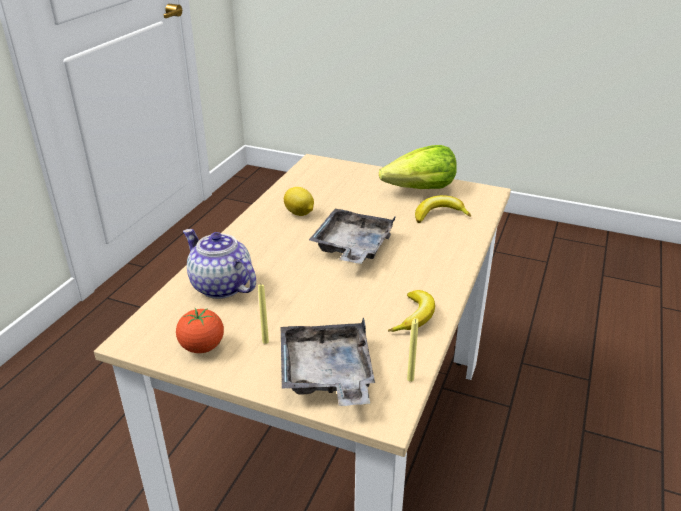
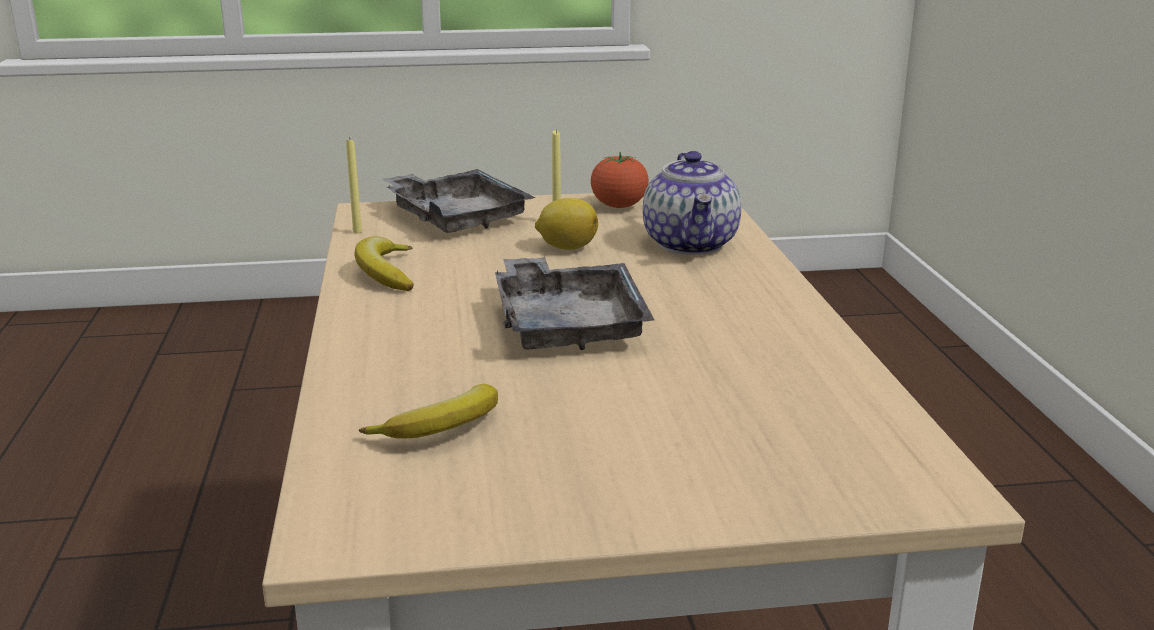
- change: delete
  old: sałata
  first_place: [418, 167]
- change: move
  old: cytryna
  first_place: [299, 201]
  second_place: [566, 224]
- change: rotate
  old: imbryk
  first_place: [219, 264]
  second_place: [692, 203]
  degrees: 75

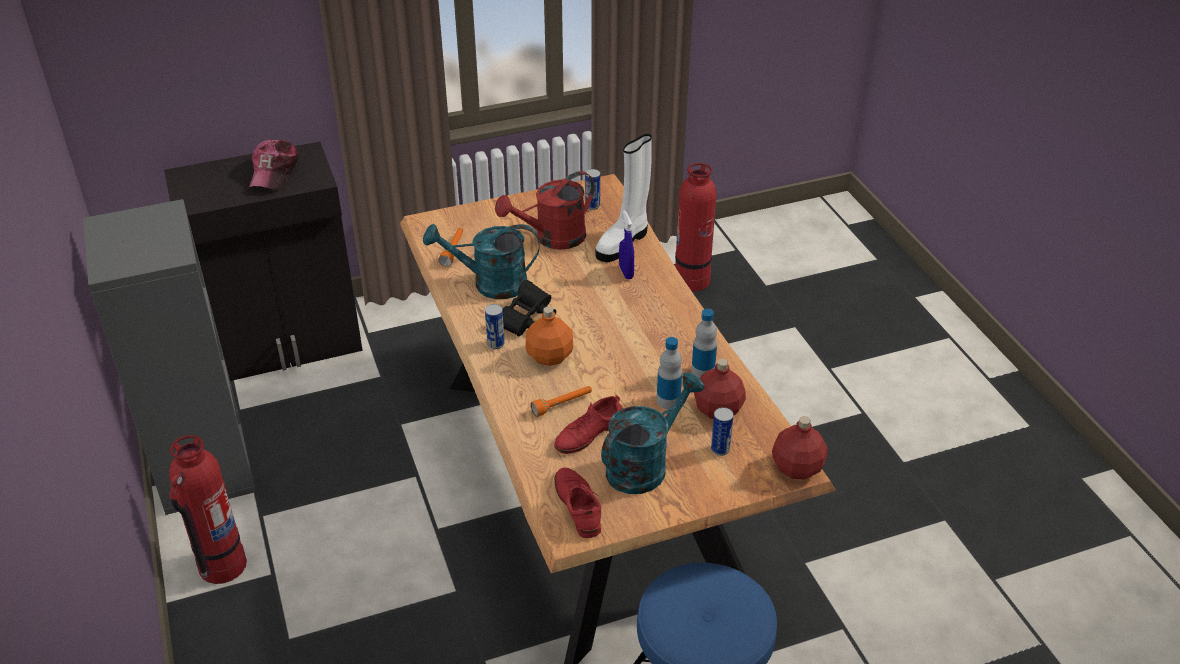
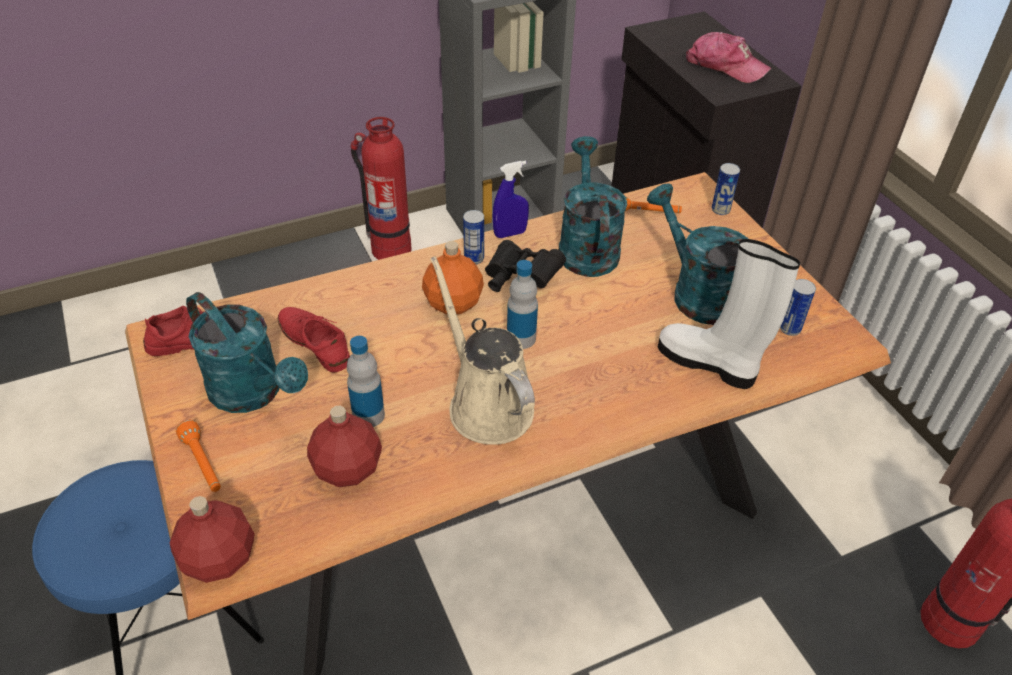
- change: insert
  new: konewka/beżowy
  second_place: [482, 350]
- change: move
  old: latarka/pomarańczowy
  first_place: [561, 401]
  second_place: [198, 456]
- change: move
  old: spryskiwacz/niebieski
  first_place: [626, 244]
  second_place: [511, 199]
- change: move
  old: butelka
  first_place: [704, 344]
  second_place: [522, 304]
- change: move
  old: puszka
  first_place: [722, 431]
  second_place: [725, 189]
- change: recolor
  old: konewka/czerwony
  new: konewka/turkusowy
  first_place: [545, 210]
  second_place: [697, 254]
- change: rotate
  old: czapka z daszkiem
  first_place: [273, 165]
  second_place: [728, 57]
  degrees: -150

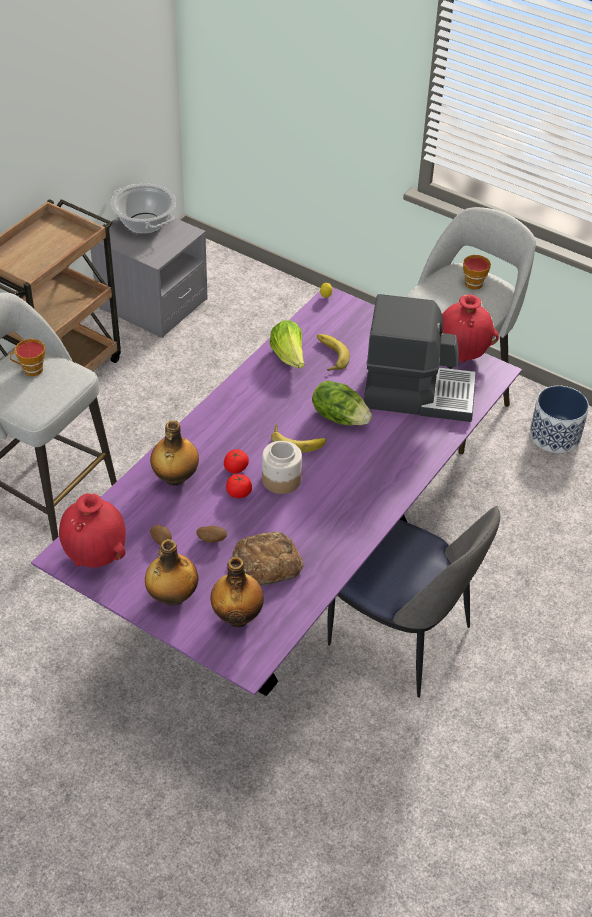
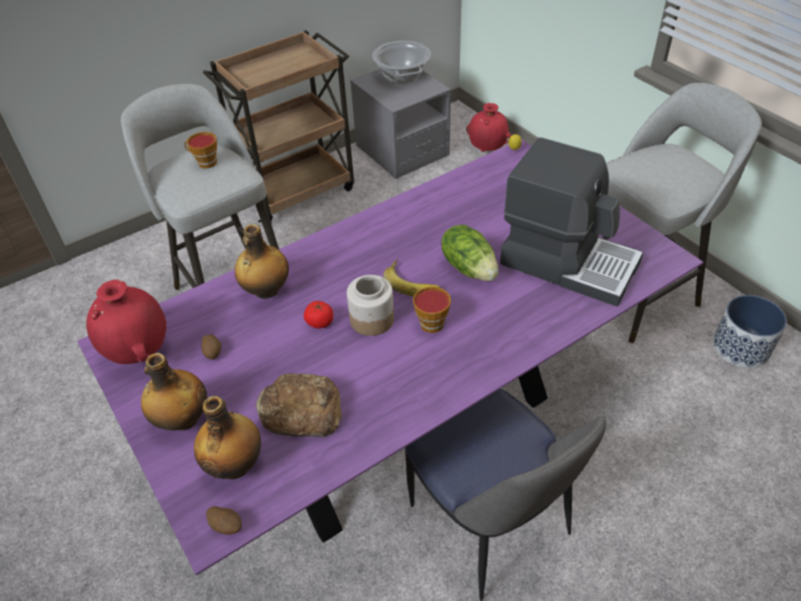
- change: delete
  old: pomidor
  first_place: [236, 461]
- change: delete
  old: sałata
  first_place: [287, 344]
- change: delete
  old: banan
  first_place: [333, 352]
- change: move
  old: ziemniak
  first_place: [211, 534]
  second_place: [224, 520]
- change: move
  old: wazon/czerwony
  first_place: [470, 328]
  second_place: [488, 127]
- change: move
  old: filiżanka
  first_place: [477, 272]
  second_place: [432, 309]

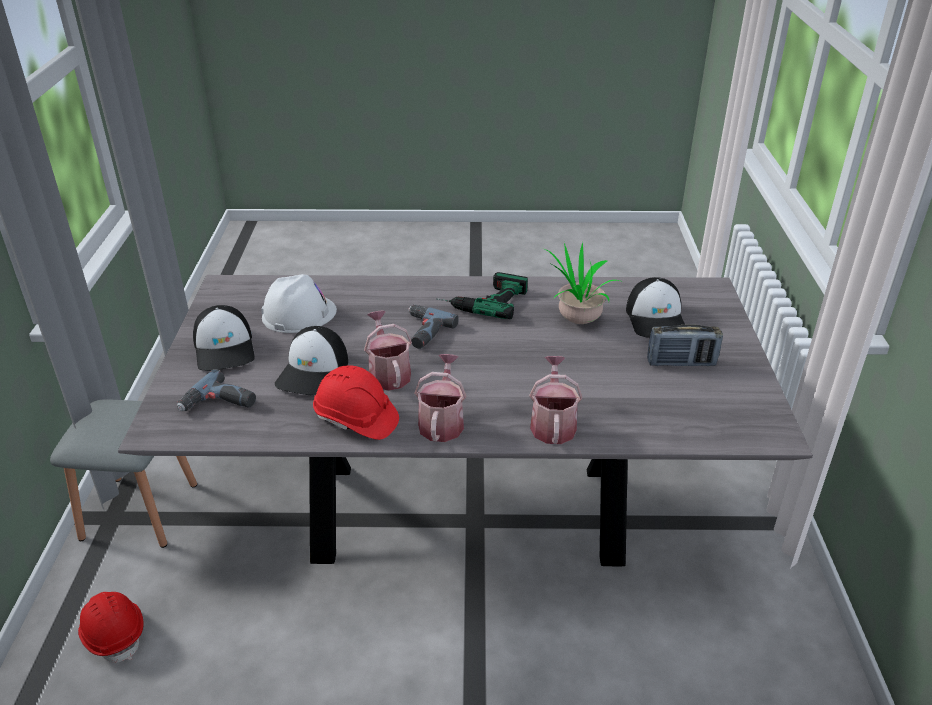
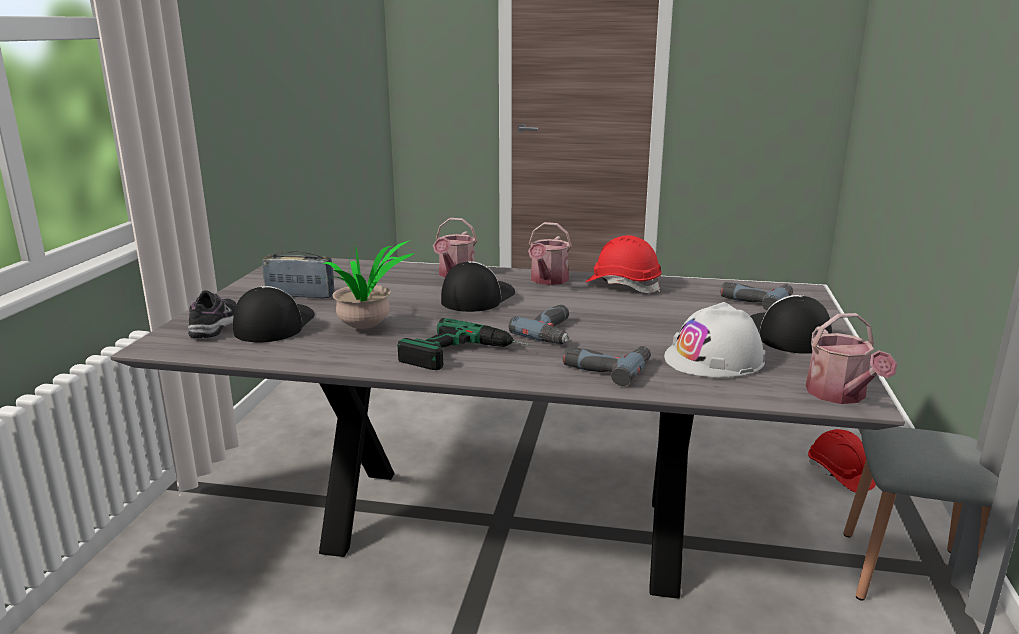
- change: insert
  new: but
  second_place: [212, 314]
- change: insert
  new: wiertarka
  second_place: [607, 366]
- change: move
  old: czapka z daszkiem
  first_place: [311, 360]
  second_place: [478, 286]
- change: move
  old: konewka
  first_place: [388, 350]
  second_place: [851, 358]

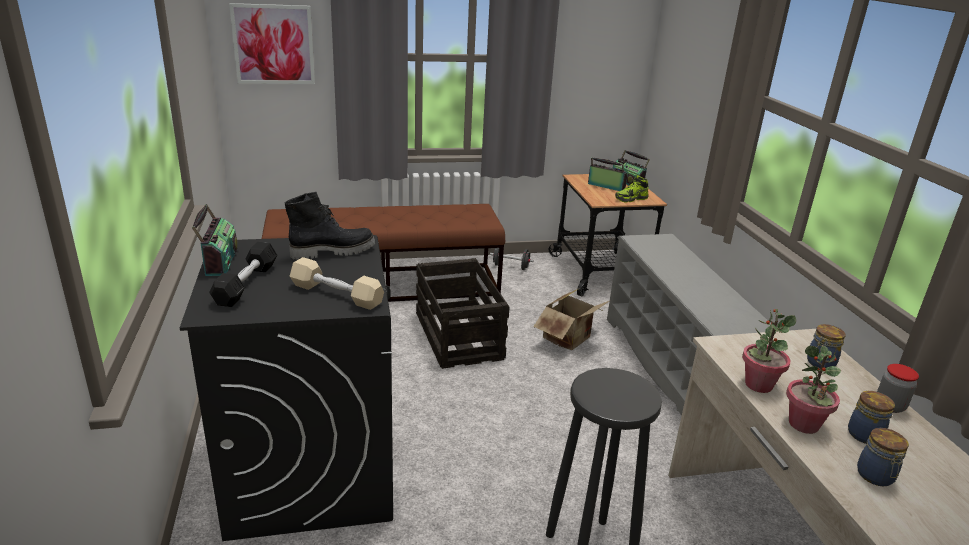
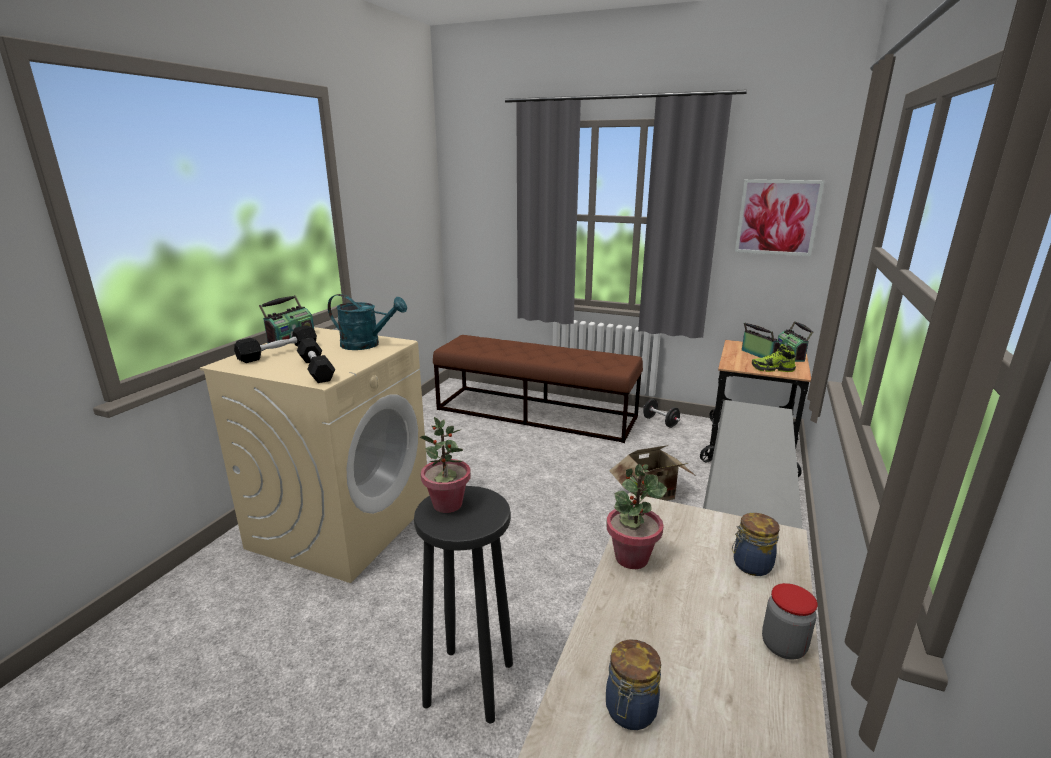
- change: delete
  old: skrzynka
  first_place: [463, 313]
- change: delete
  old: słoik
  first_place: [871, 417]
- change: move
  old: obraz
  first_place: [272, 43]
  second_place: [780, 217]
- change: move
  old: roślina doniczkowa
  first_place: [813, 390]
  second_place: [445, 465]
- change: replace
  old: but z cholewką/czarny
  new: konewka/turkusowy
  first_place: [330, 226]
  second_place: [367, 322]
- change: recolor
  old: pralka/czarny
  new: pralka/beżowy
  first_place: [286, 388]
  second_place: [314, 455]
- change: recolor
  old: hantel/beżowy
  new: hantel/czarny
  first_place: [337, 283]
  second_place: [316, 360]

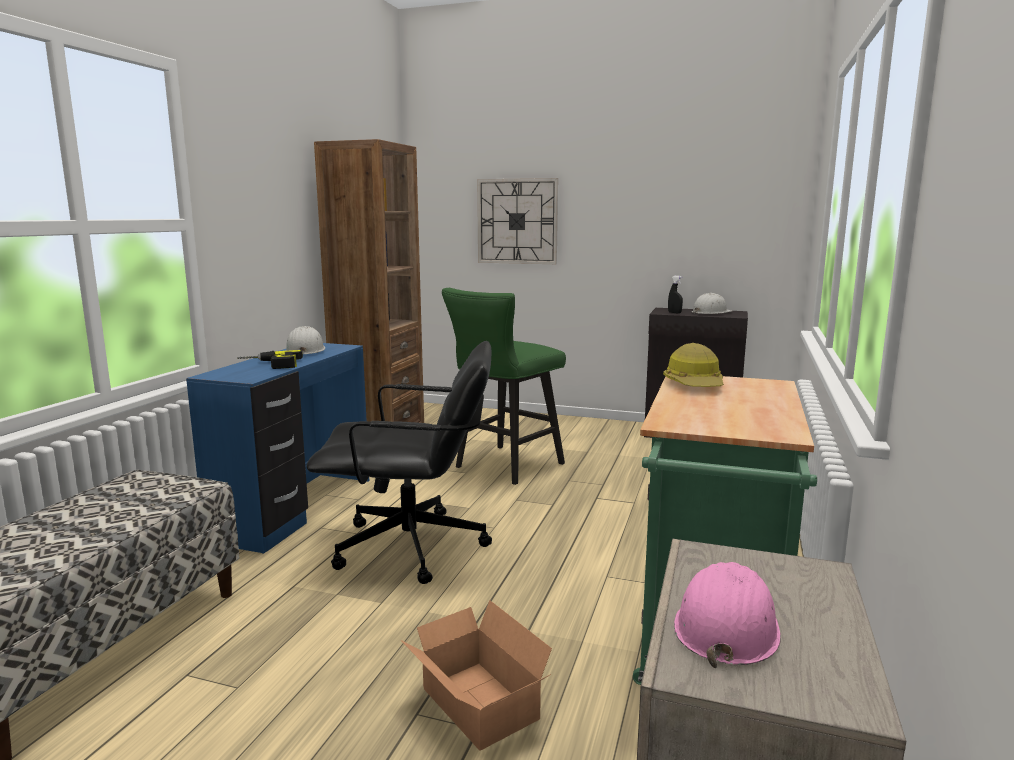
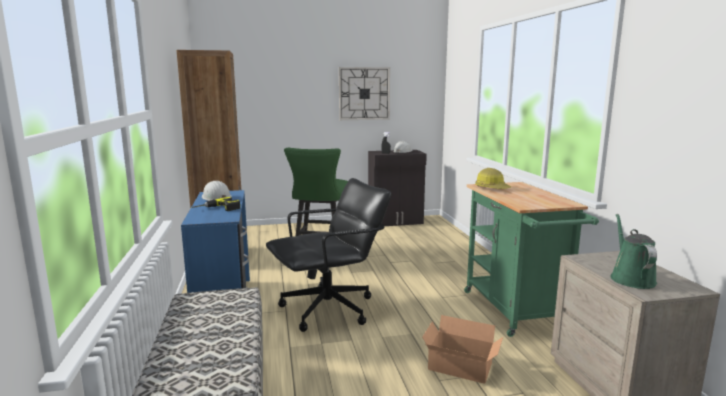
- change: move
  old: zegar ścienny
  first_place: [517, 221]
  second_place: [364, 93]
- change: replace
  old: kask/różowy
  new: konewka/zielony
  first_place: [727, 615]
  second_place: [633, 251]

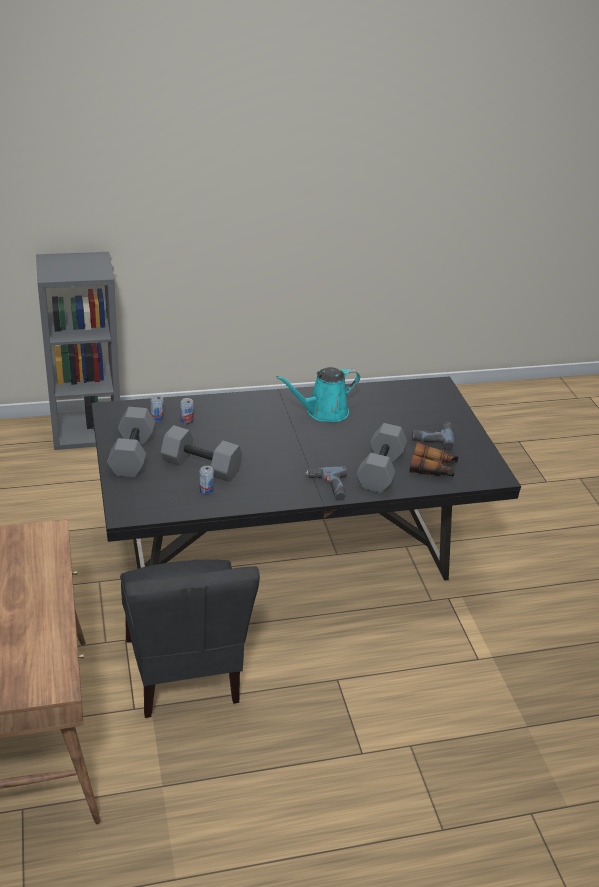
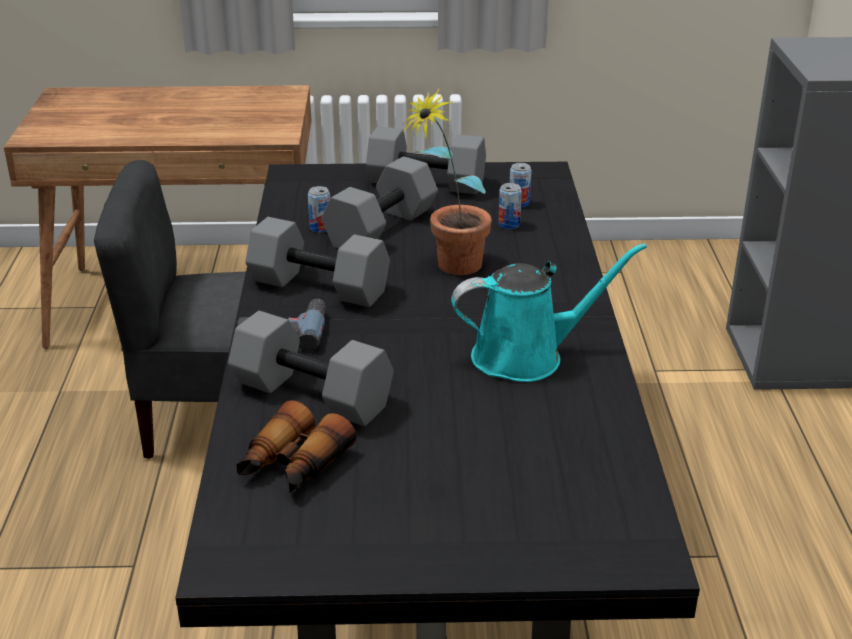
- change: delete
  old: wiertarka
  first_place: [433, 436]
- change: insert
  new: hantel/szary
  second_place: [318, 262]
- change: insert
  new: roślina doniczkowa
  second_place: [447, 181]
- change: rotate
  old: konewka/turkusowy
  first_place: [318, 394]
  second_place: [549, 312]
  degrees: 90

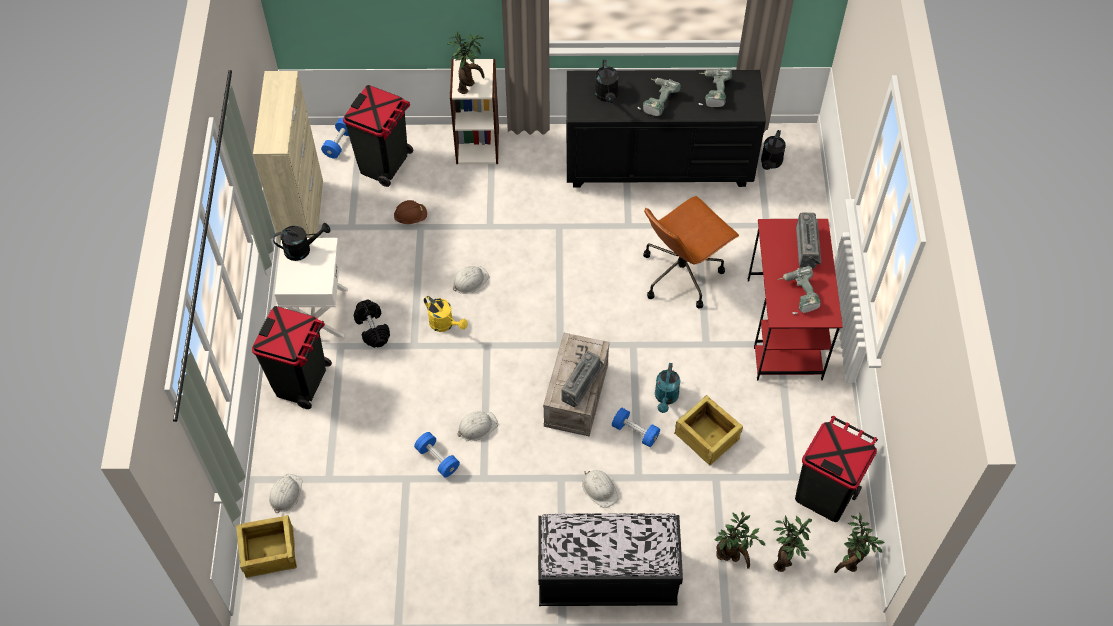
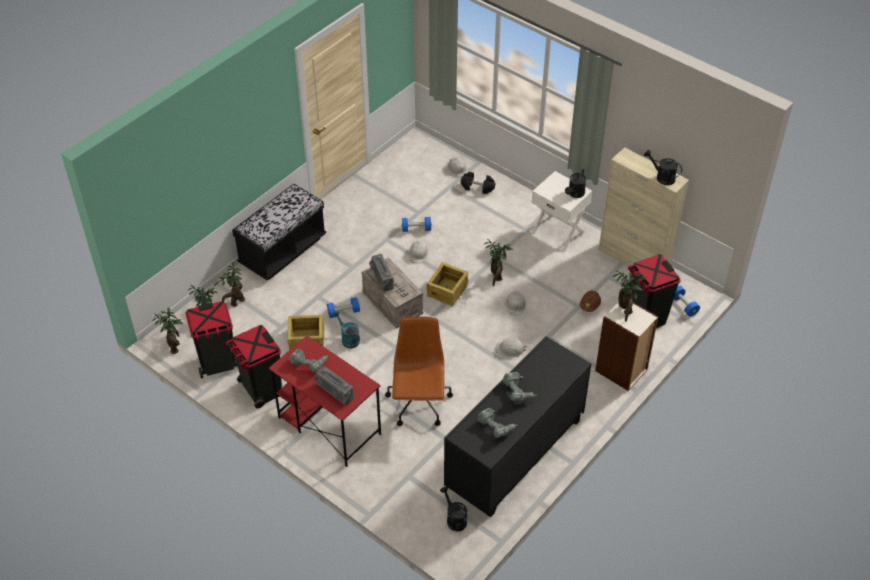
- change: move
  old: skrzynka
  first_place: [266, 546]
  second_place: [447, 284]
- change: move
  old: kosz na śmieci/czarny
  first_place: [292, 357]
  second_place: [254, 366]
- change: move
  old: hantel/czarny
  first_place: [371, 324]
  second_place: [478, 183]
- change: move
  old: kask/biały
  first_place: [600, 489]
  second_place: [511, 347]
- change: move
  old: konewka/czarny
  first_place: [607, 81]
  second_place: [663, 167]
- change: replace
  old: konewka/żółty
  new: roślina doniczkowa
  first_place: [446, 314]
  second_place: [499, 263]

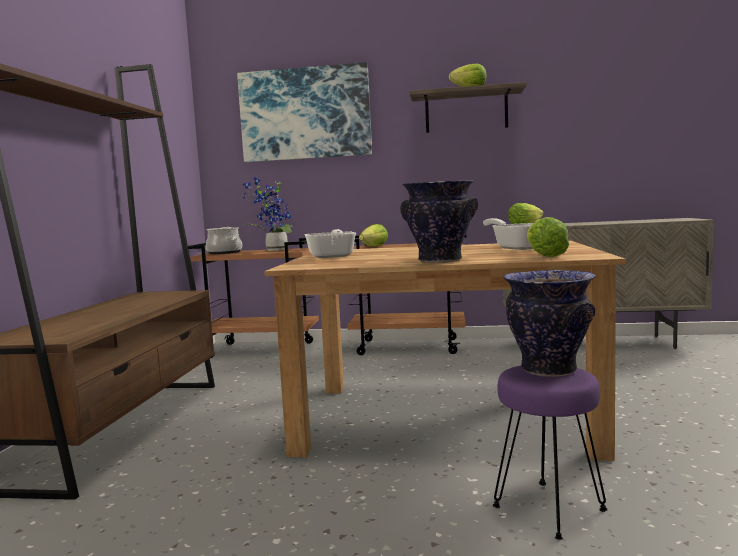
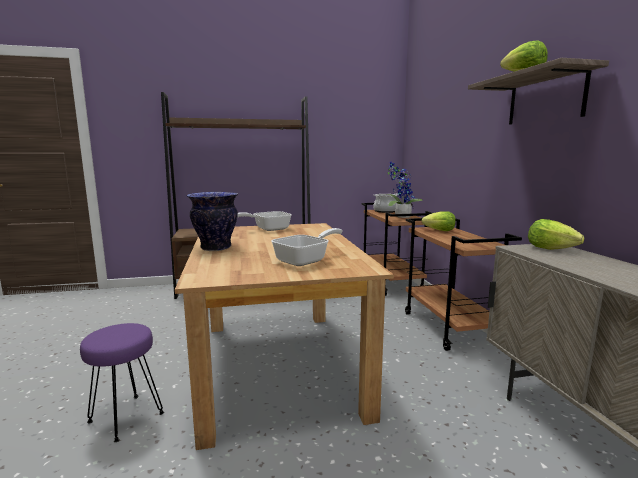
- change: delete
  old: obraz
  first_place: [304, 112]
- change: delete
  old: wazon
  first_place: [549, 323]
- change: delete
  old: sałata
  first_place: [548, 237]

